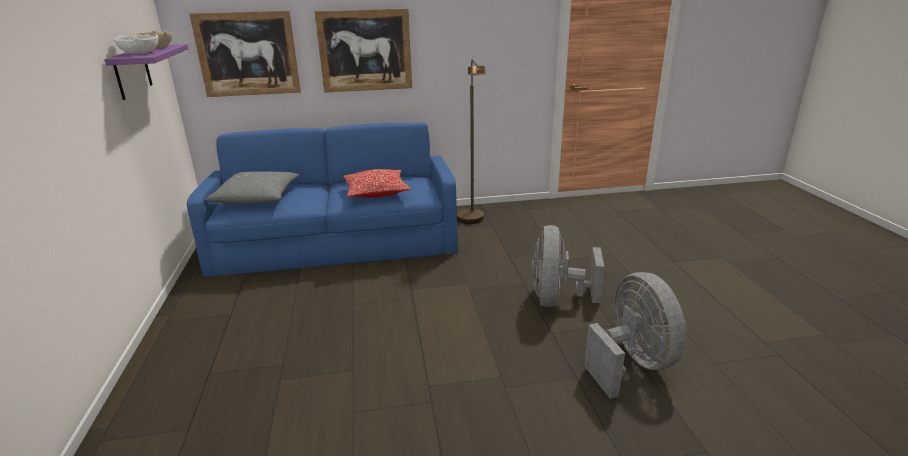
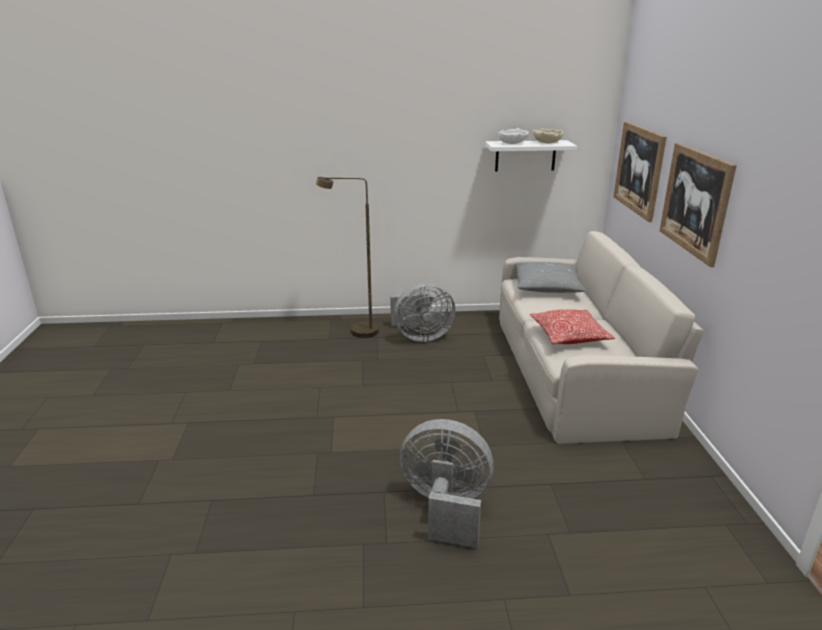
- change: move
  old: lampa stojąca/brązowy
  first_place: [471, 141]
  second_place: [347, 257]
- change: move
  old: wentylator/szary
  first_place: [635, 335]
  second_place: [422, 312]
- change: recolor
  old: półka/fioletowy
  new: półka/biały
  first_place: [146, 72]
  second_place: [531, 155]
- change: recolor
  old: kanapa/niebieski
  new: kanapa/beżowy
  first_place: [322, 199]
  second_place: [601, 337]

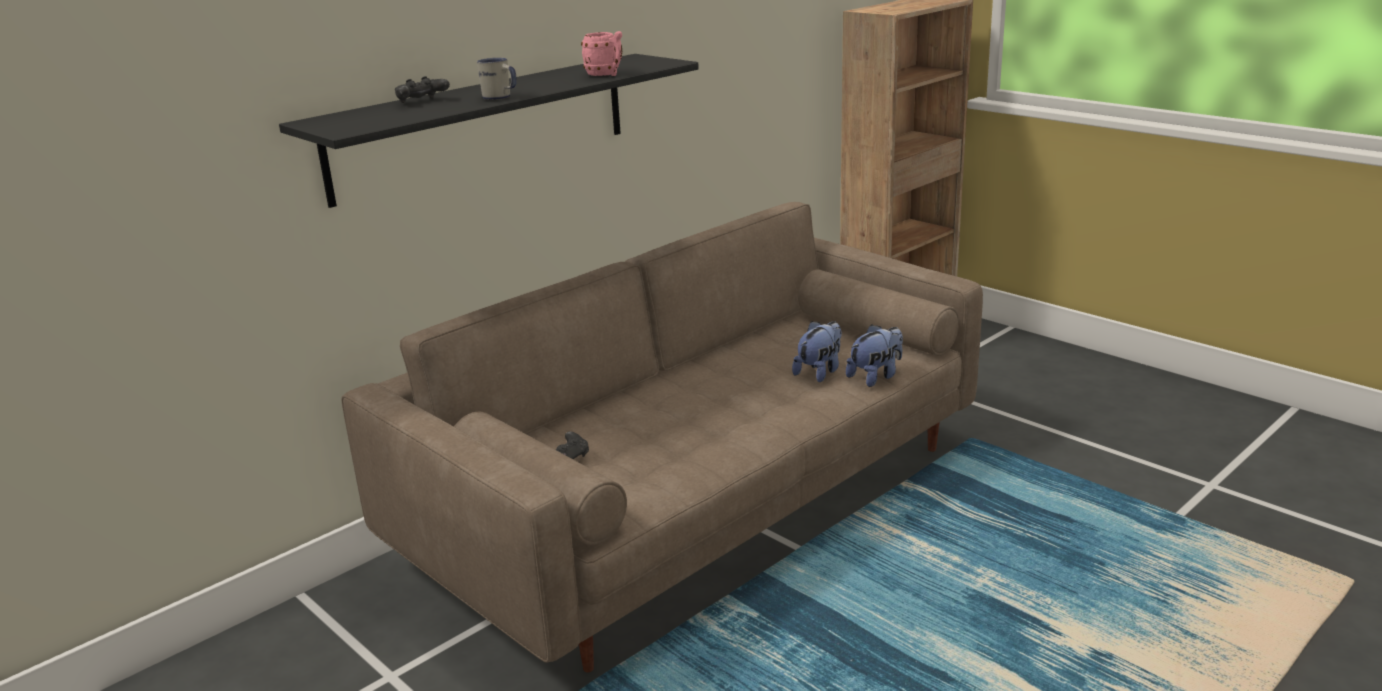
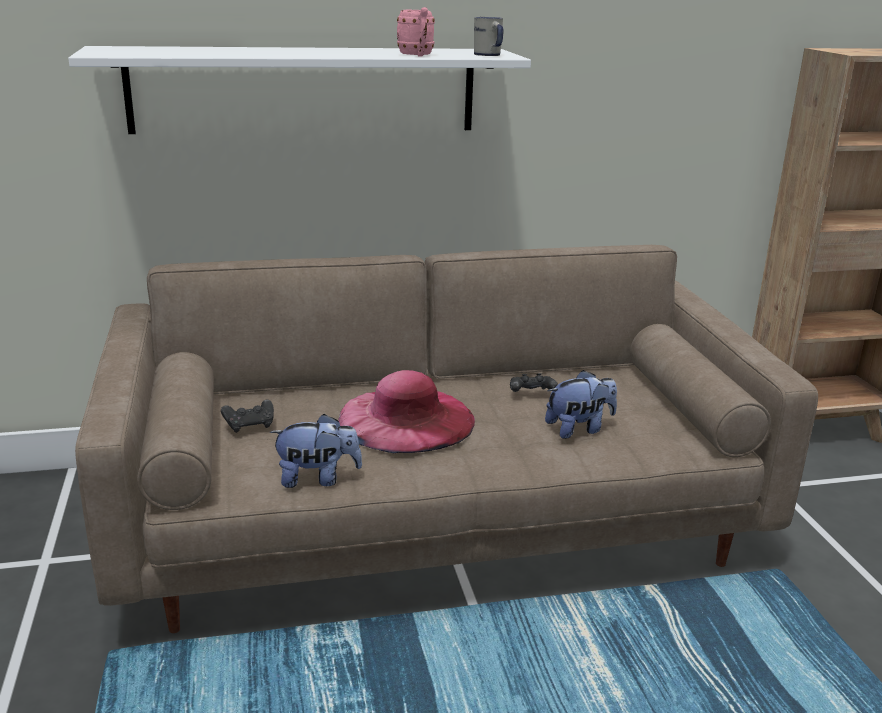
- change: insert
  new: kapelusz/różowy
  second_place: [407, 411]
- change: move
  old: pad do gier/czarny
  first_place: [422, 89]
  second_place: [534, 382]
- change: move
  old: kubek/biały
  first_place: [497, 79]
  second_place: [488, 36]
- change: move
  old: pluszak
  first_place: [874, 355]
  second_place: [316, 451]
- change: recolor
  old: półka/czarny
  new: półka/biały
  first_place: [489, 131]
  second_place: [299, 90]

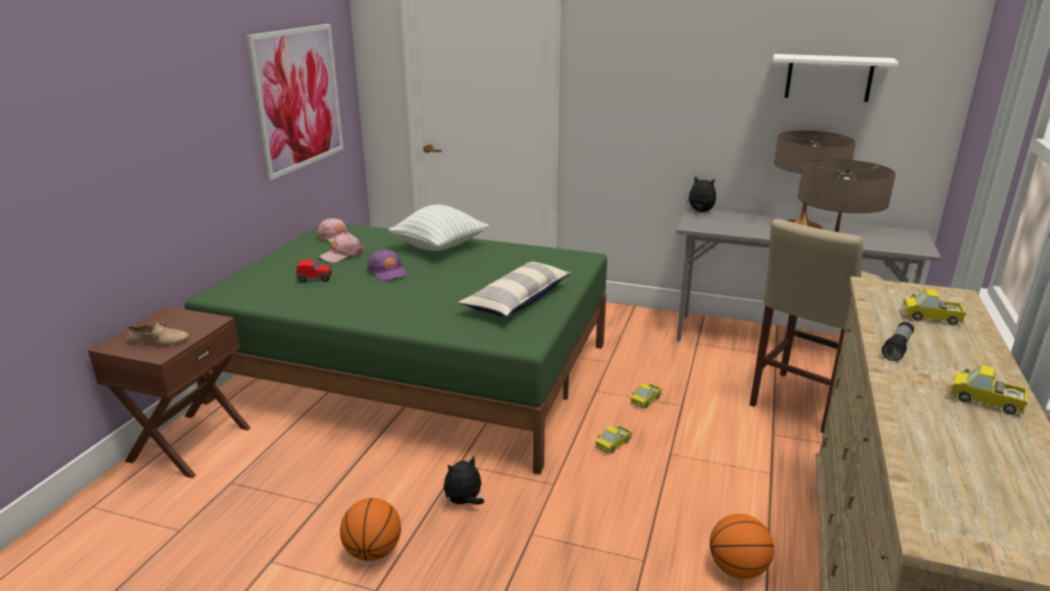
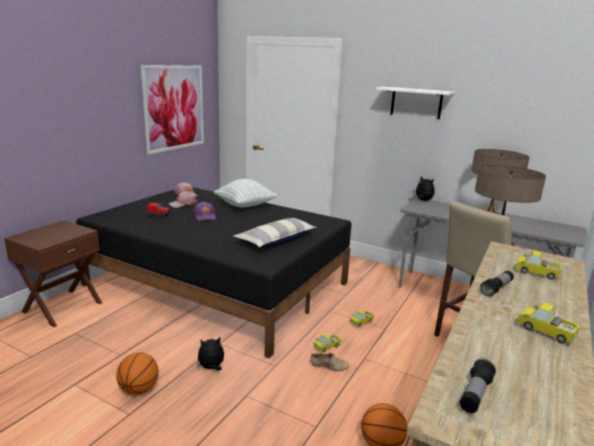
- change: insert
  new: latarka
  second_place: [478, 386]
- change: move
  old: but/beżowy
  first_place: [157, 333]
  second_place: [329, 362]
- change: move
  old: półka/biały
  first_place: [836, 78]
  second_place: [415, 103]
- change: recolor
  old: łóżko/zielony
  new: łóżko/czarny
  first_place: [396, 349]
  second_place: [213, 272]

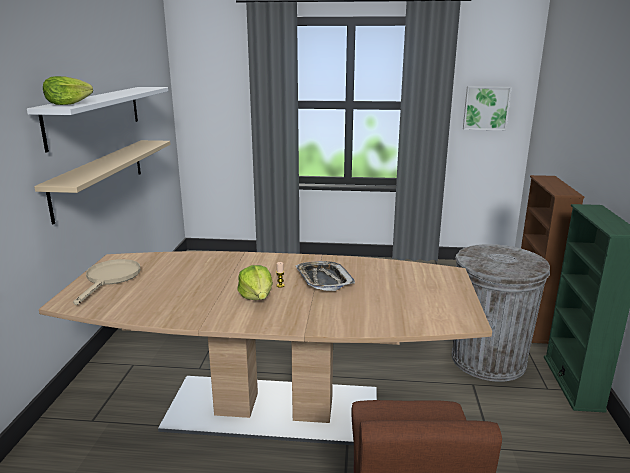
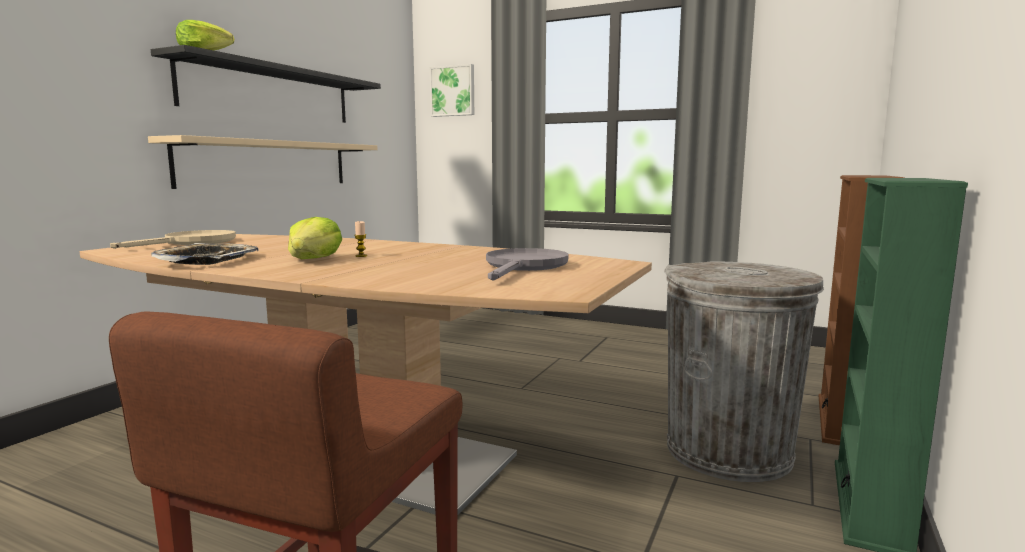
- change: insert
  new: patelnia/szary
  second_place: [527, 264]
- change: move
  old: taca
  first_place: [325, 276]
  second_place: [205, 254]
- change: move
  old: obraz
  first_place: [487, 108]
  second_place: [452, 90]
- change: recolor
  old: półka/biały
  new: półka/czarny
  first_place: [97, 120]
  second_place: [266, 84]

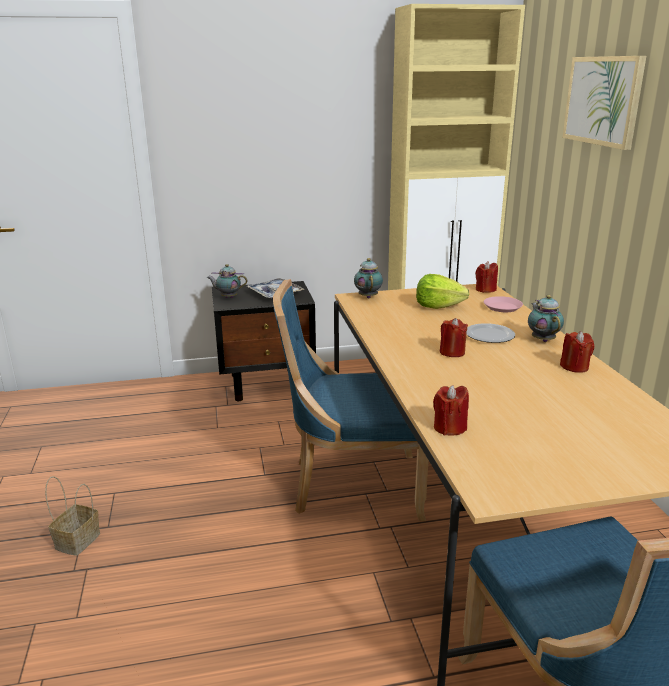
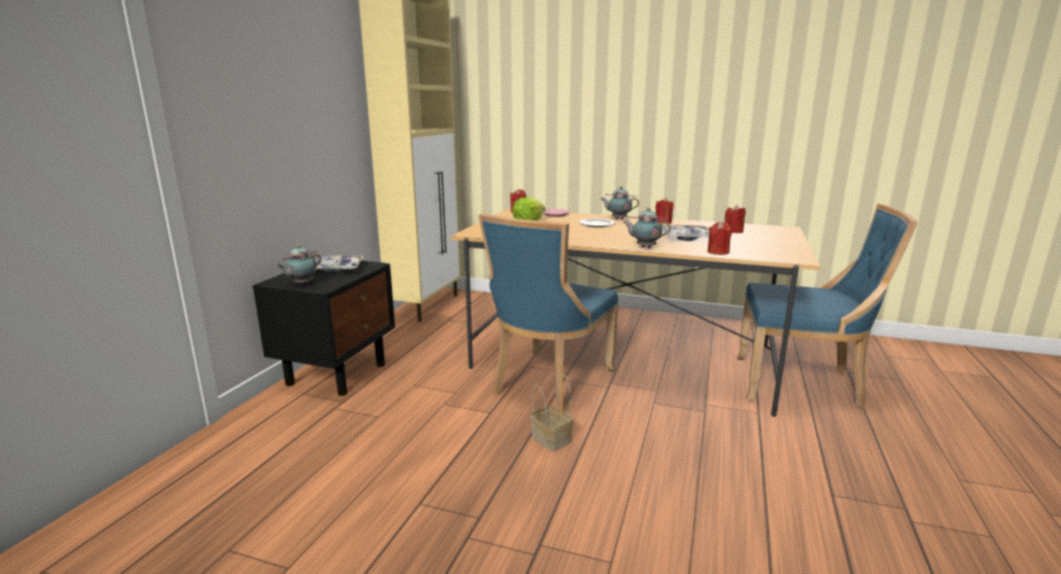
- change: delete
  old: obraz
  first_place: [604, 103]
- change: insert
  new: taca
  second_place: [685, 233]
- change: move
  old: koszyk
  first_place: [72, 516]
  second_place: [551, 413]
- change: move
  old: imbryk
  first_place: [368, 278]
  second_place: [647, 227]
- change: move
  old: świeca/czerwony
  first_place: [454, 337]
  second_place: [735, 219]

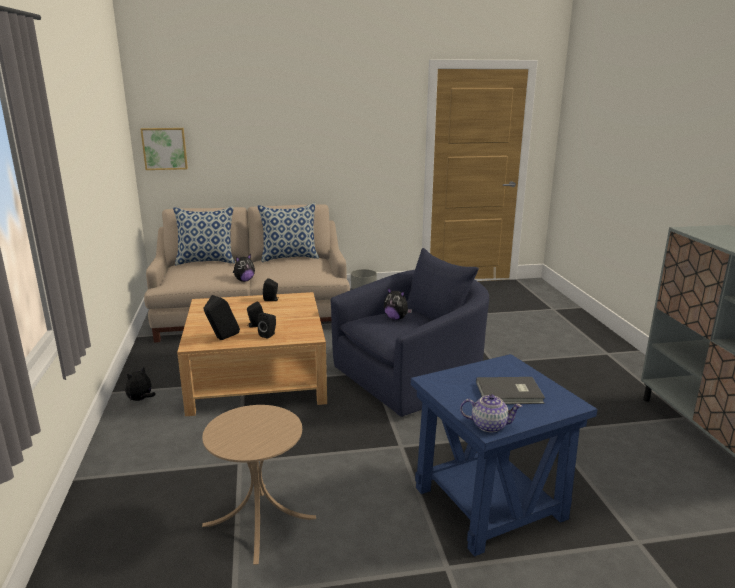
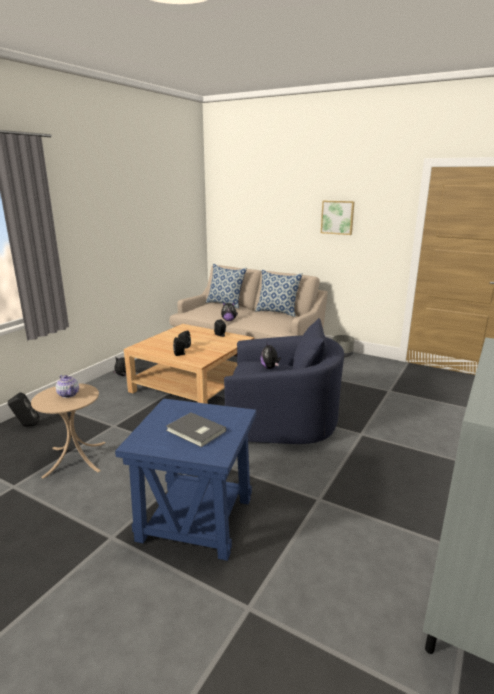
- change: move
  old: obraz
  first_place: [164, 149]
  second_place: [338, 218]
- change: move
  old: głośnik/czarny
  first_place: [222, 317]
  second_place: [23, 409]
- change: move
  old: imbryk
  first_place: [491, 413]
  second_place: [67, 386]

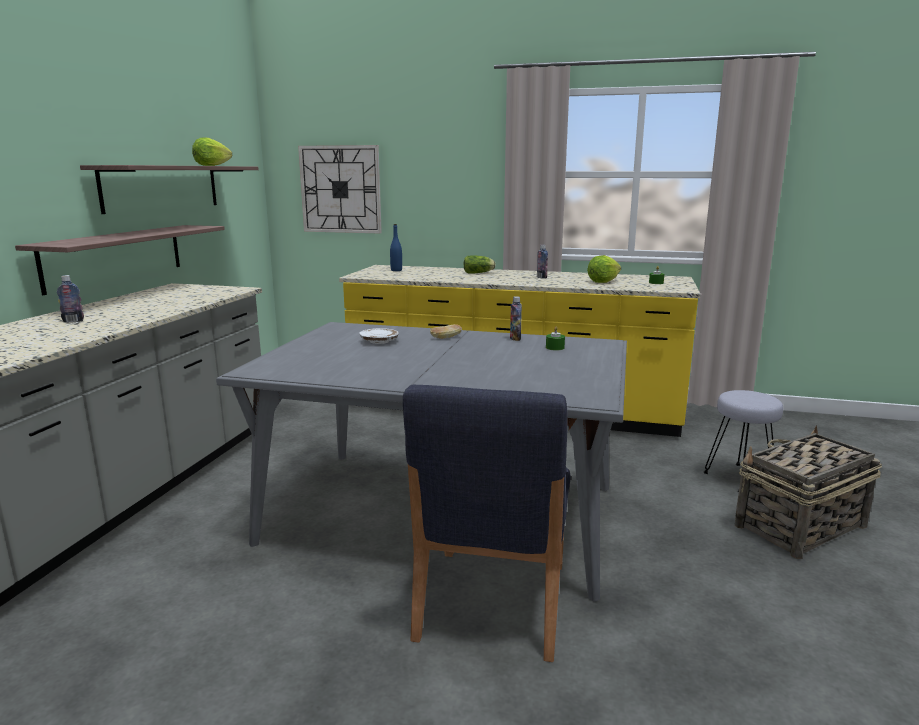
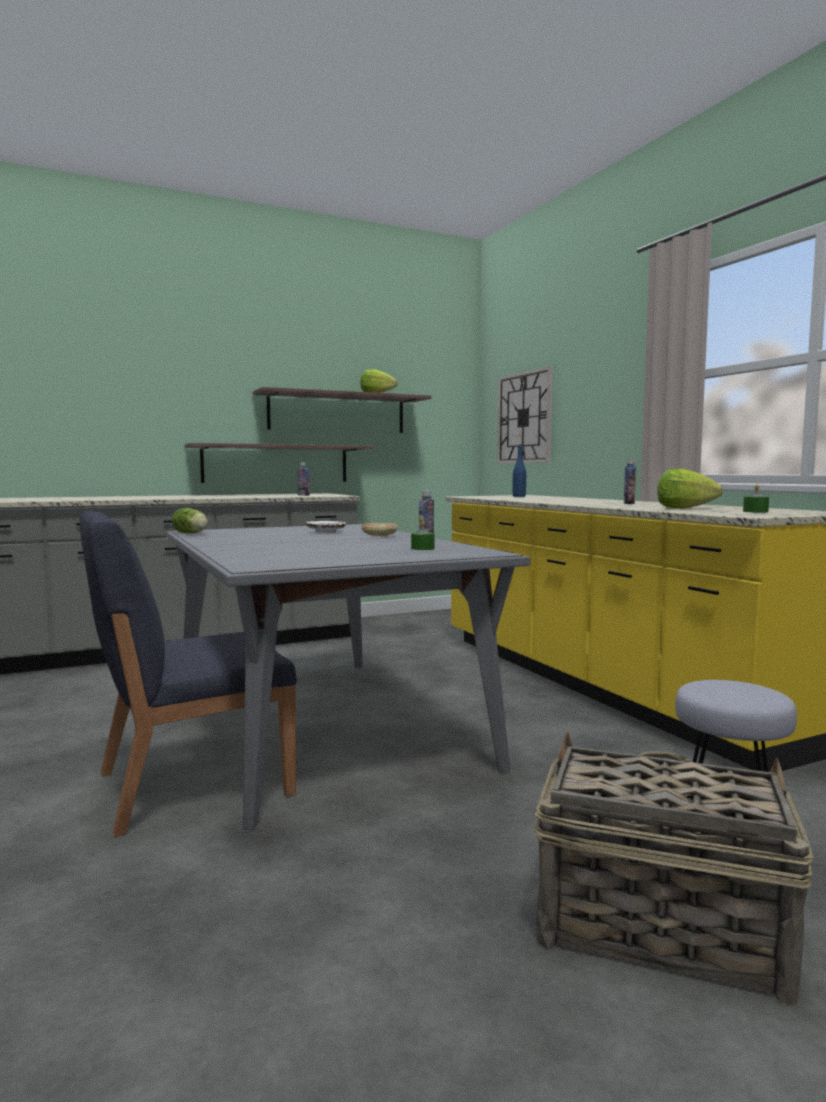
- change: move
  old: butelka
  first_place: [70, 299]
  second_place: [303, 479]
- change: move
  old: sałata
  first_place: [480, 264]
  second_place: [190, 520]

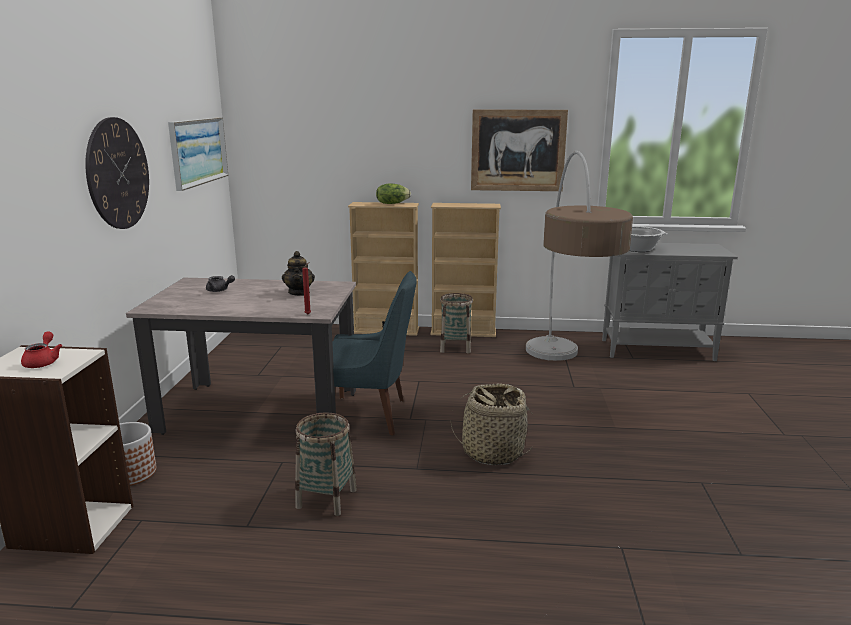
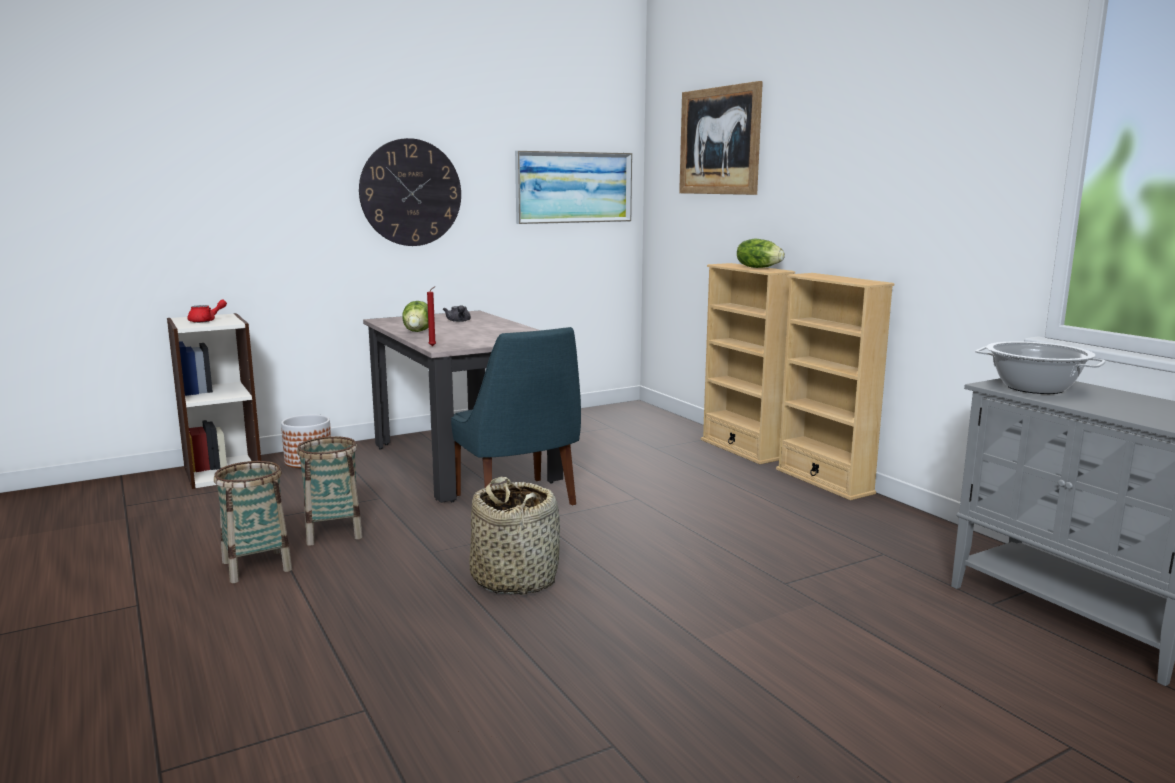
- change: delete
  old: imbryk
  first_place: [298, 273]
- change: delete
  old: lampa stojąca
  first_place: [579, 256]
- change: insert
  new: sałata
  second_place: [416, 316]
- change: move
  old: koszyk
  first_place: [456, 323]
  second_place: [253, 522]
- change: move
  old: obraz
  first_place: [519, 150]
  second_place: [721, 138]

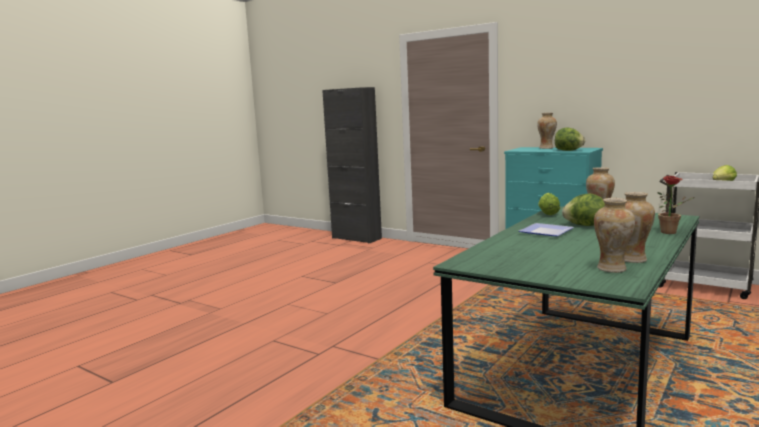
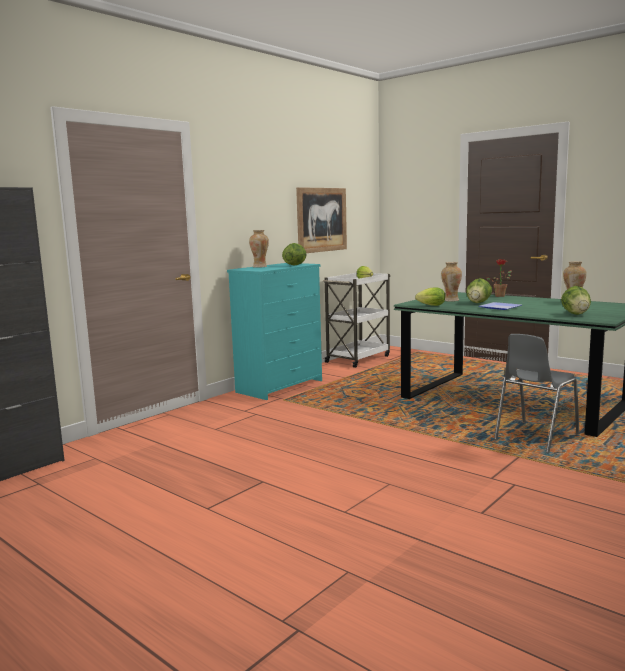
- change: delete
  old: wazon
  first_place: [614, 235]
- change: insert
  new: obraz
  second_place: [321, 220]
- change: insert
  new: krzesło/szary
  second_place: [537, 393]
- change: insert
  new: sałata
  second_place: [576, 300]

